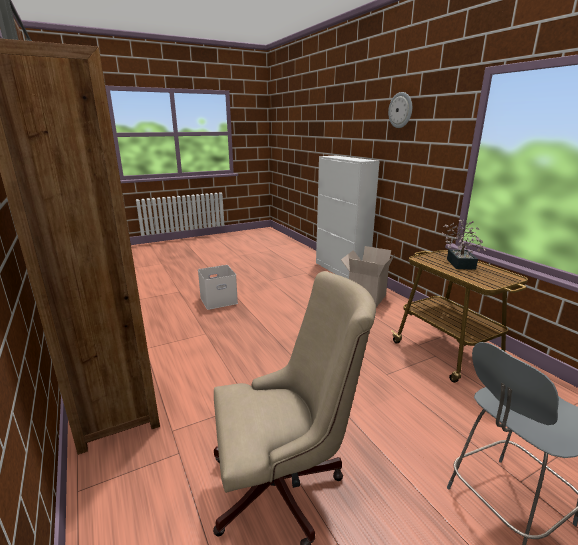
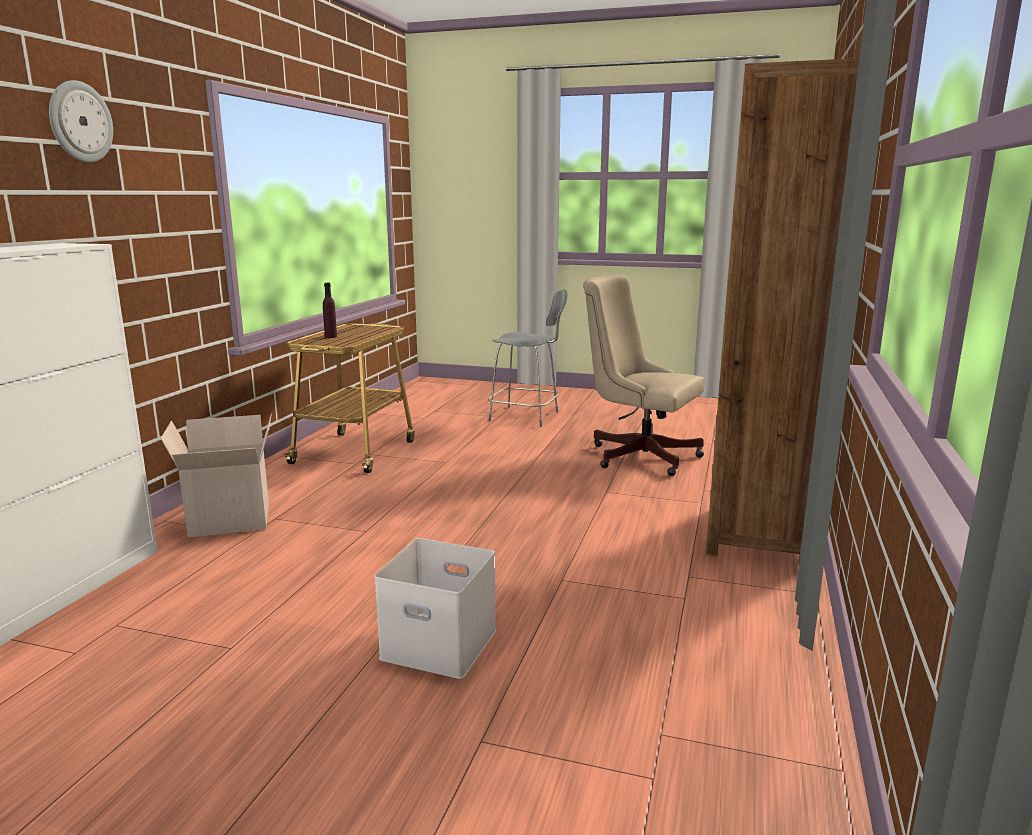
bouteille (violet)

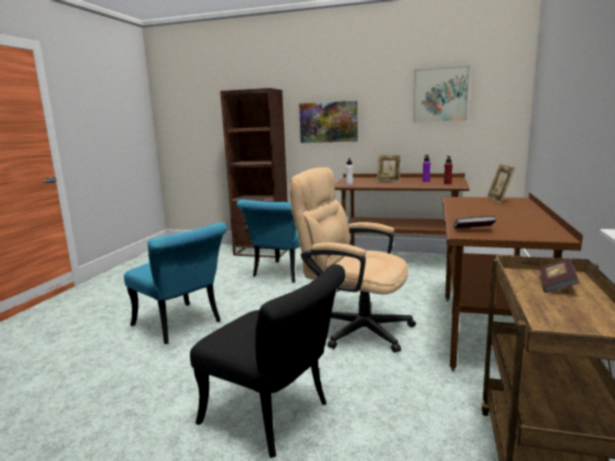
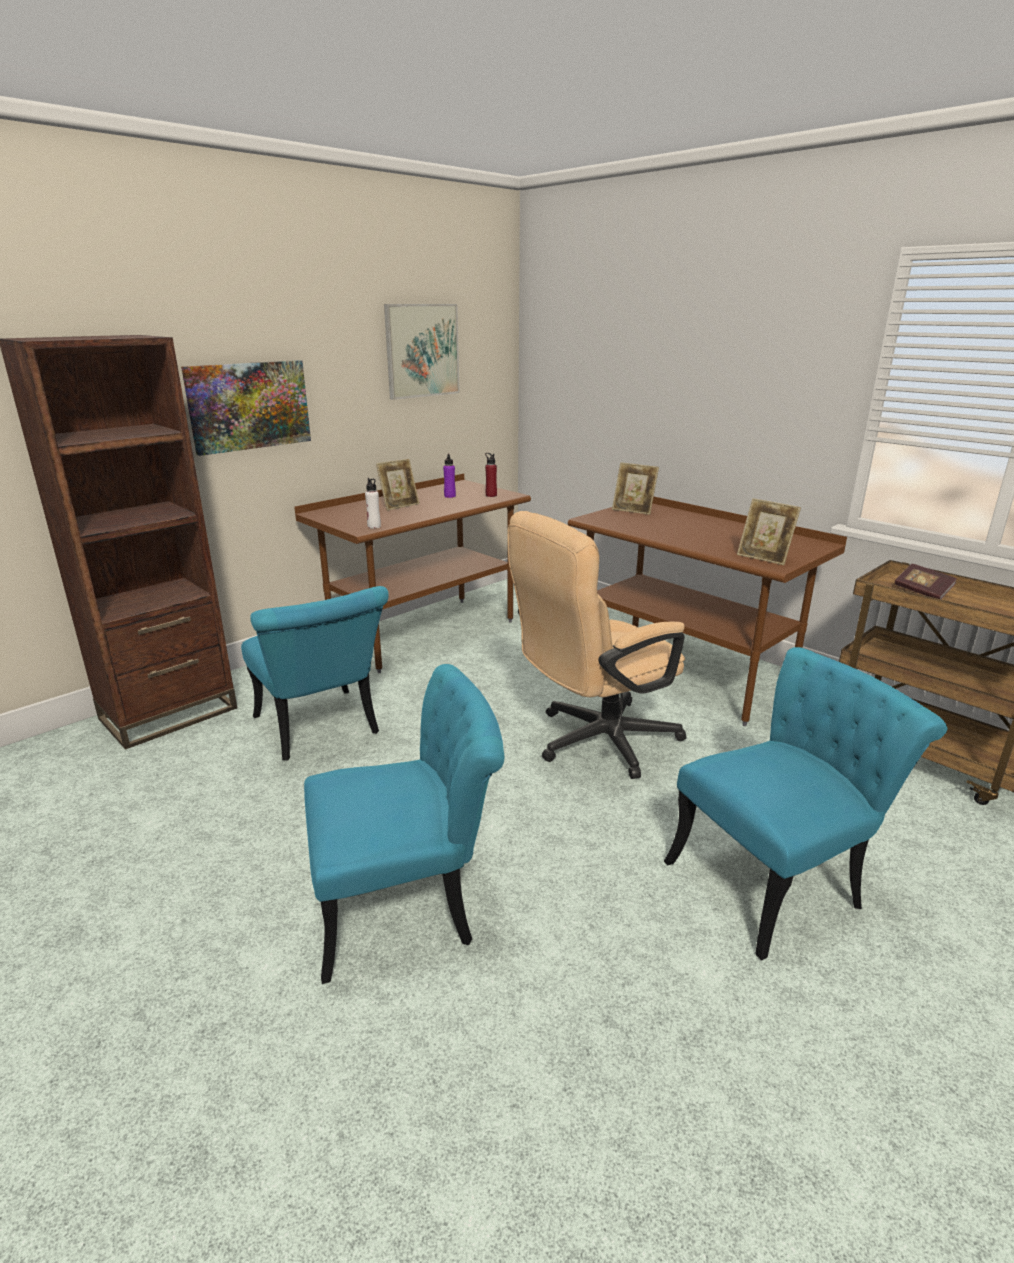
chaise (turquoise) (3rd from left)
cadre photo (3rd from left)

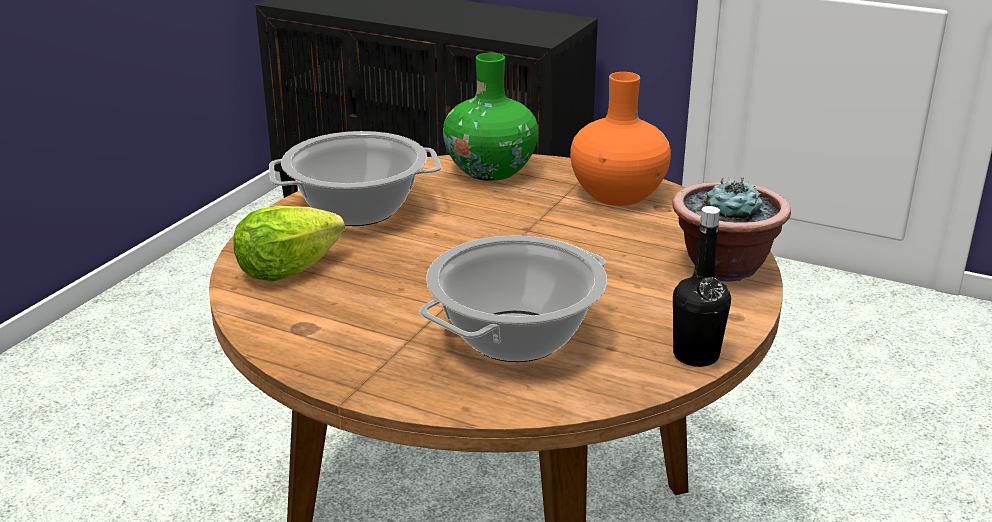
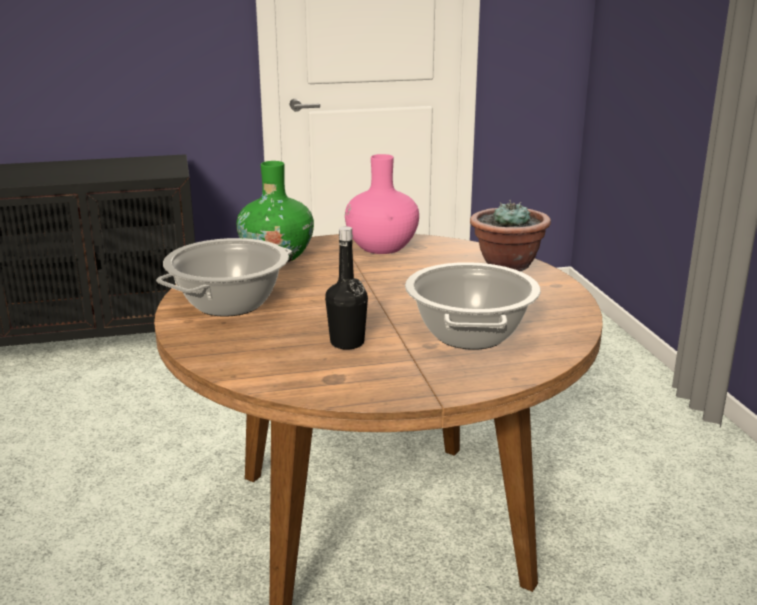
laitue
vase (rose)
bouteille (noir)

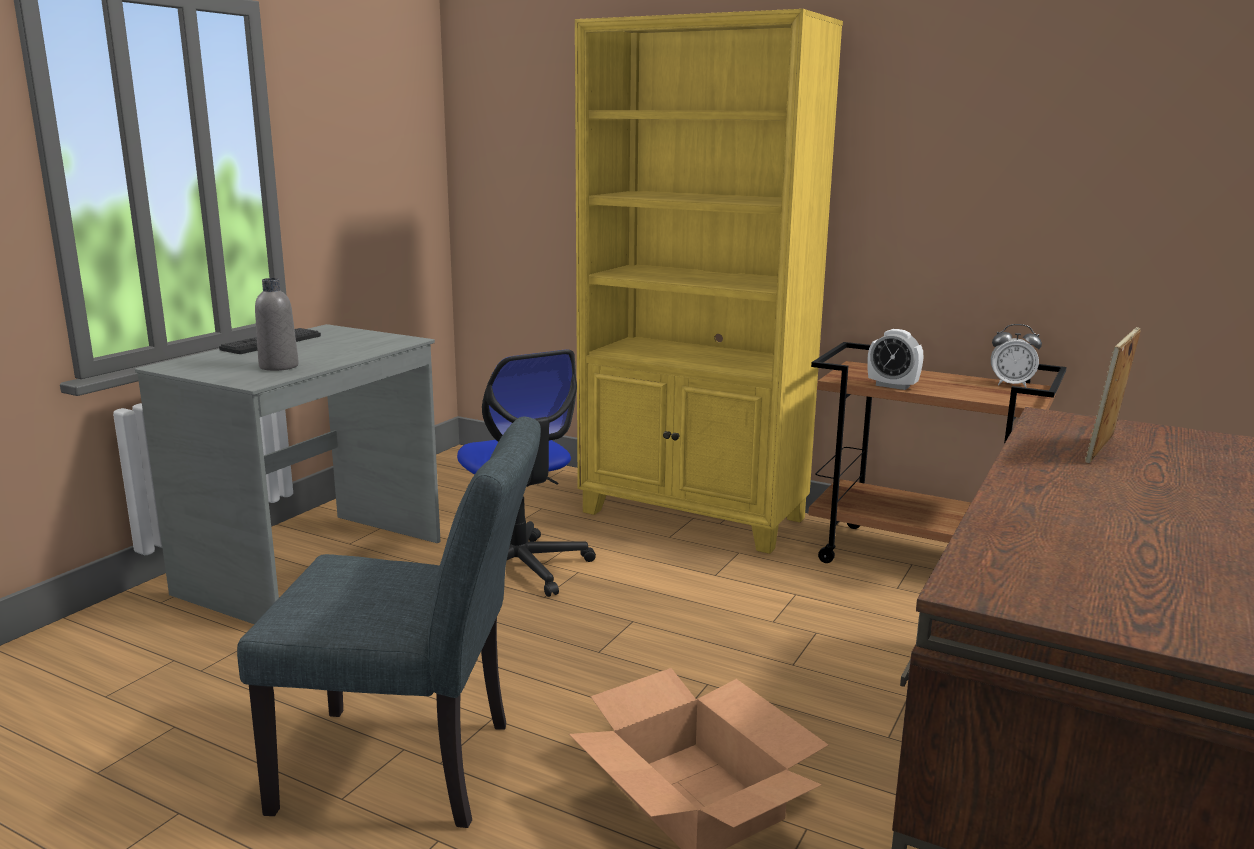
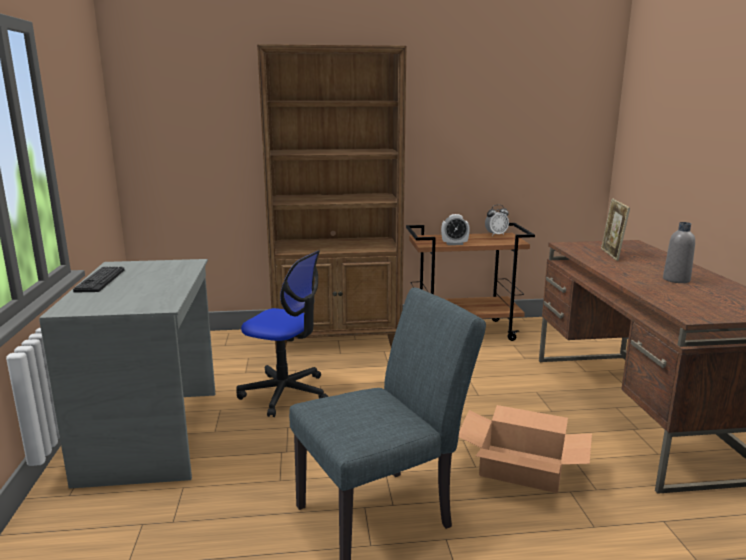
bouteille (gris)
bibliothèque (marron)

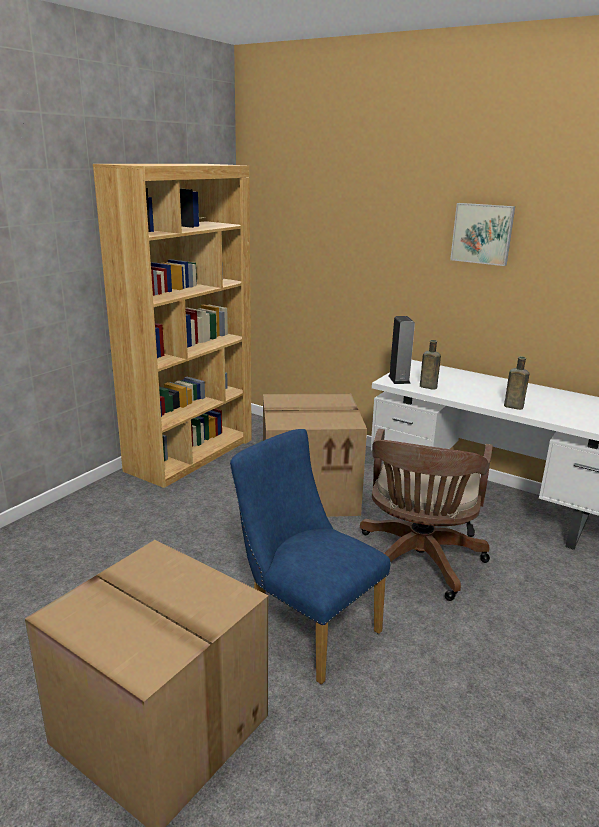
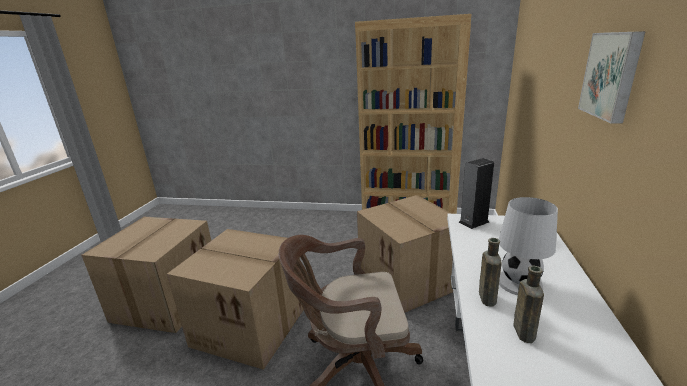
carton (2nd from left)
bouteille (marron) (2nd from left)
lampe de table (blanc)

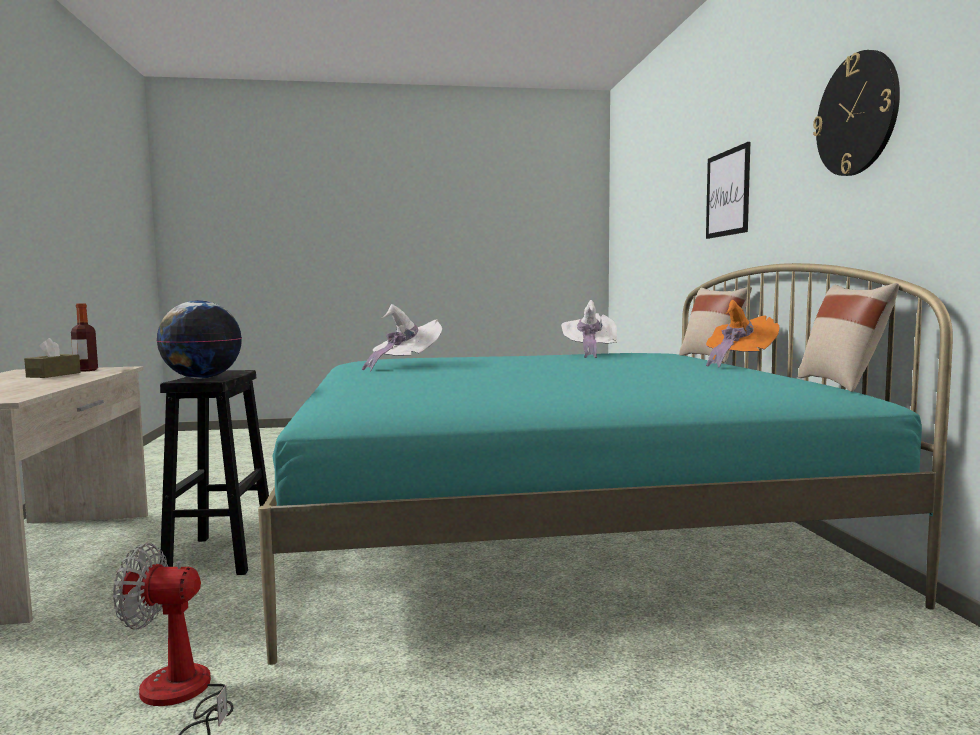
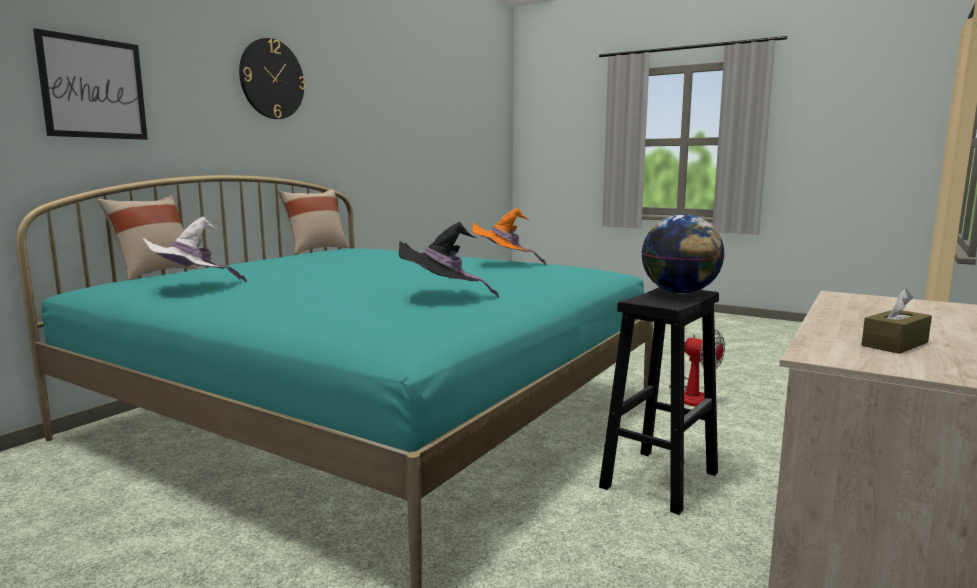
bouteille
chapeau (noir)
chapeau (orange)

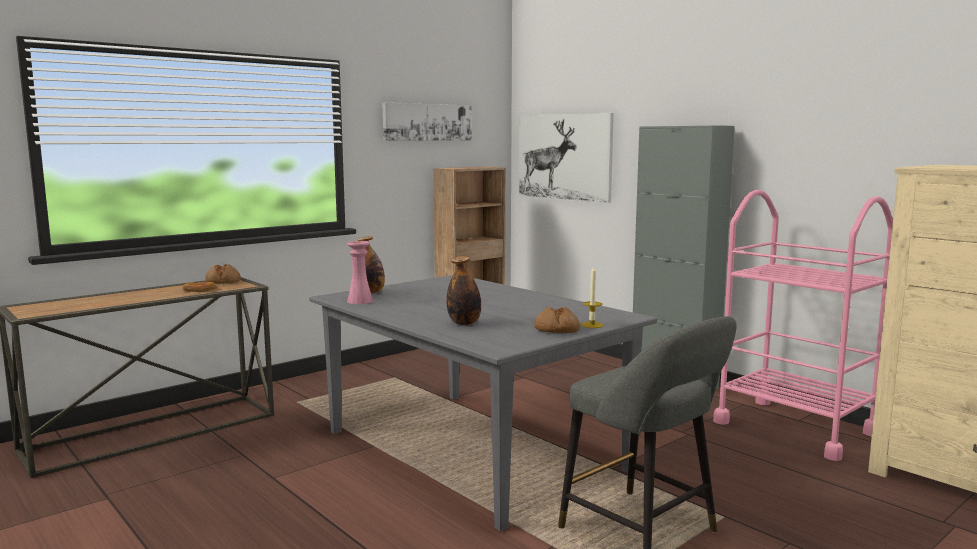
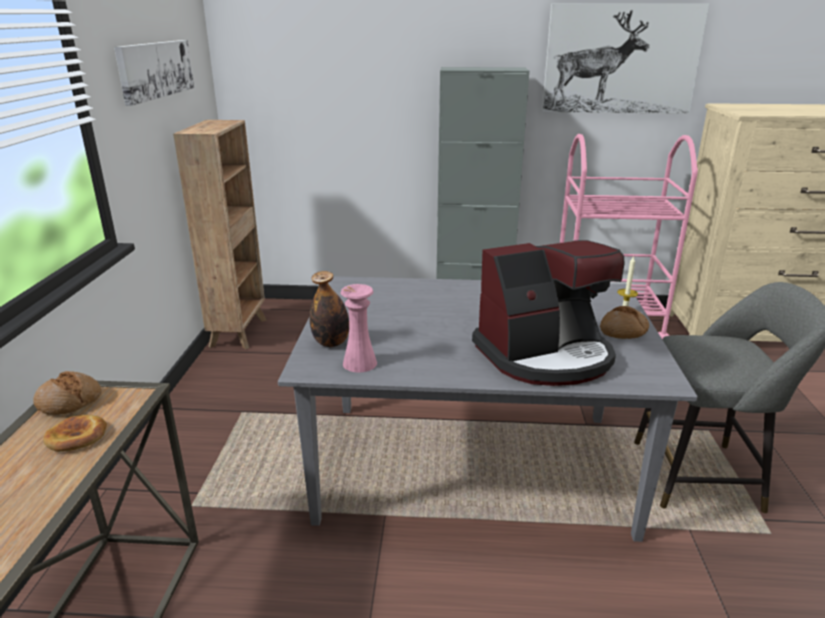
machine à café
tableau (2nd from left)

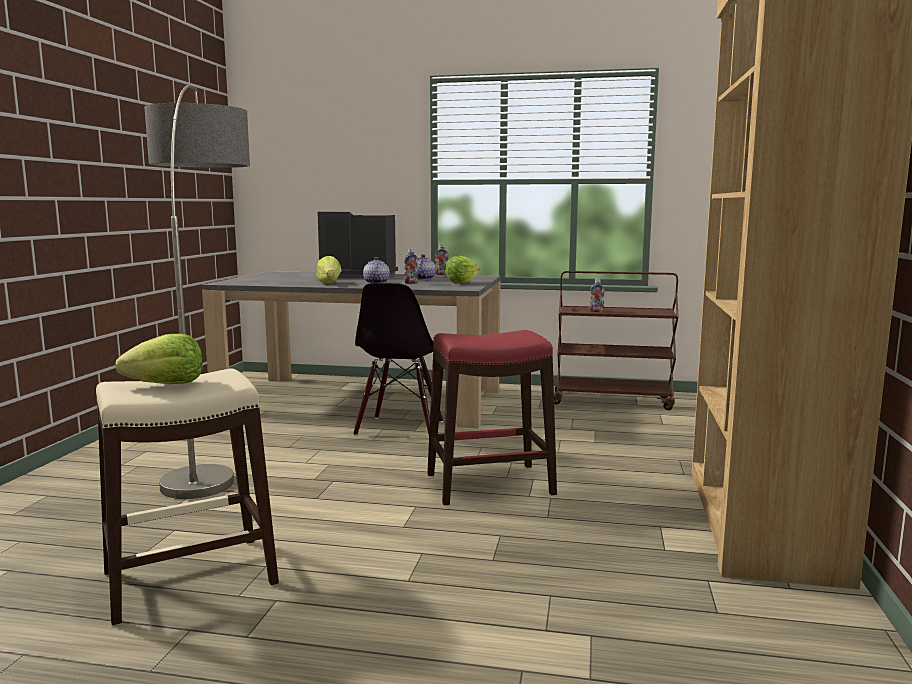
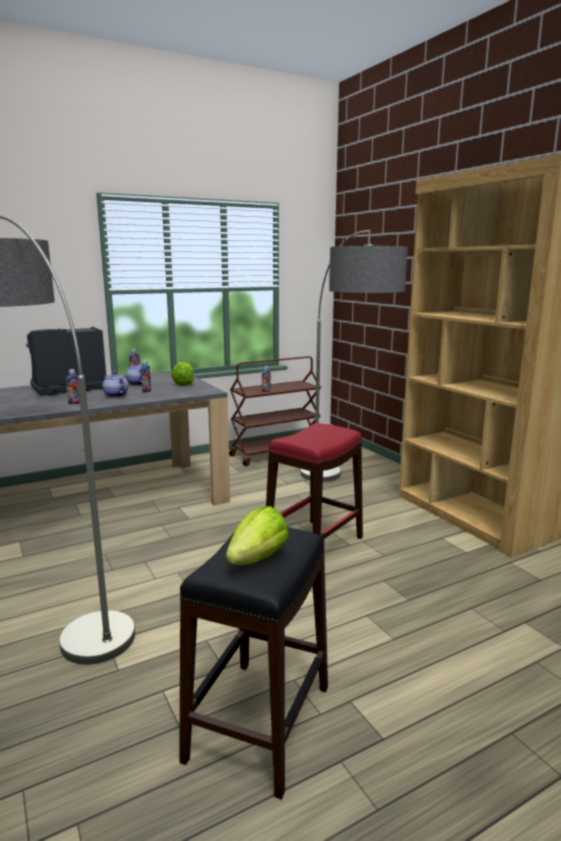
tabouret (noir)
bouteille (1st from left)
chaise (noir)
lampadaire (2nd from left)

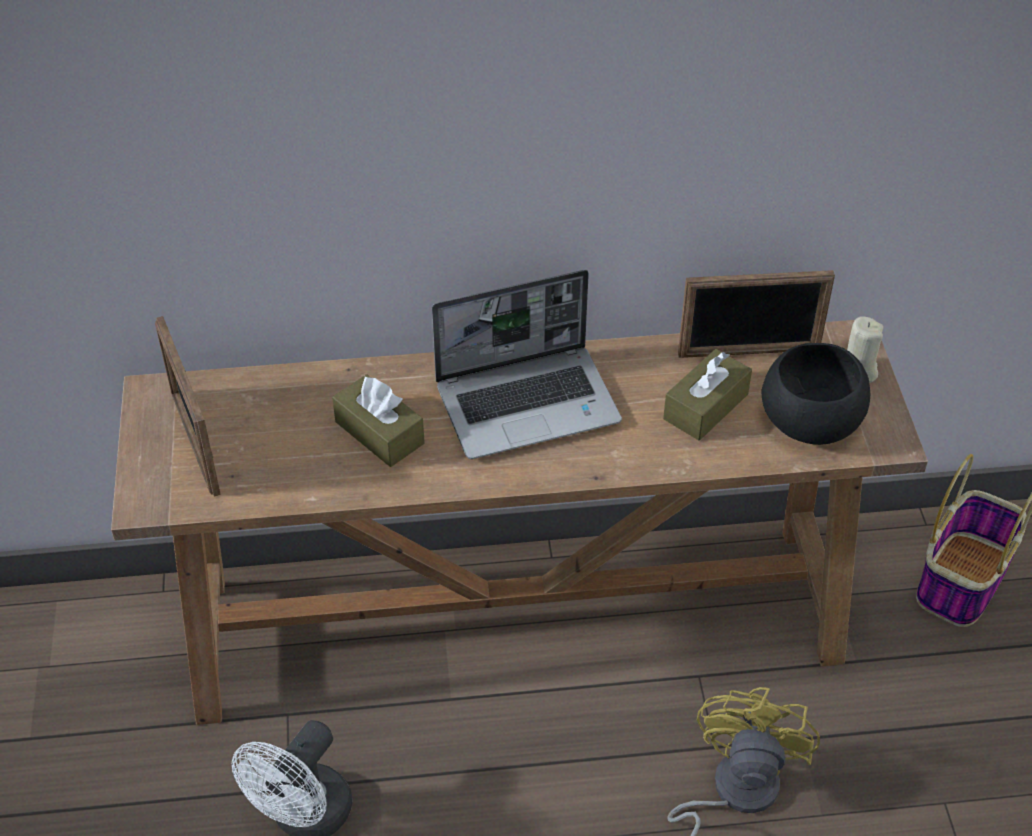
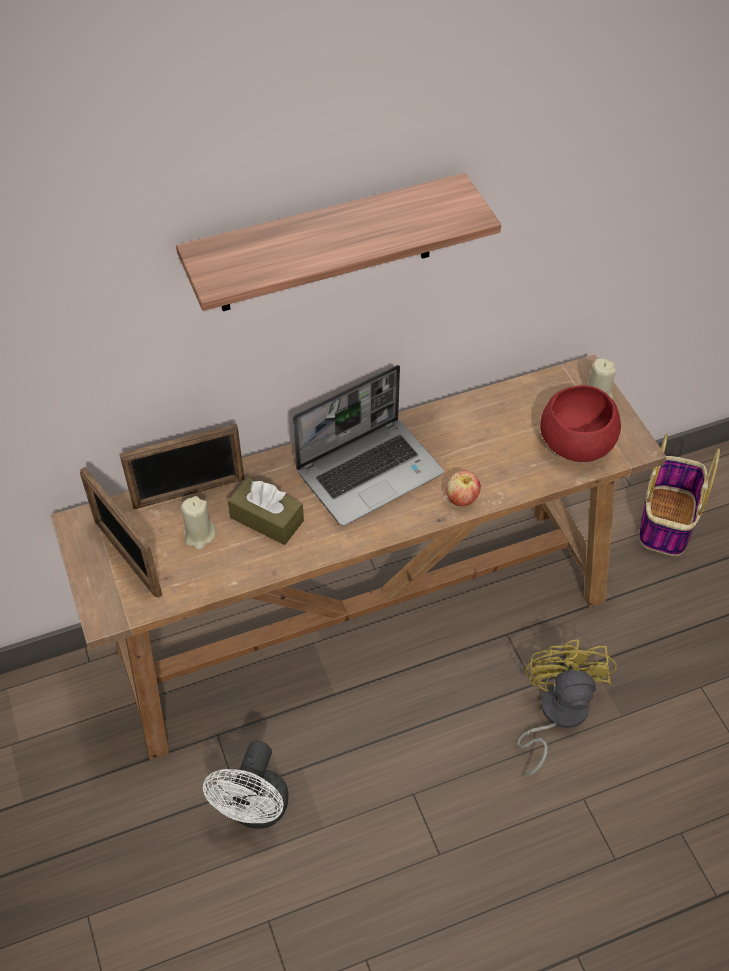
boîte à mouchoirs (marron) (2nd from left in the first image)
cadre photo (2nd from left)
bol (rouge)
étagère
bougie (beige) (1st from left)
pomme

